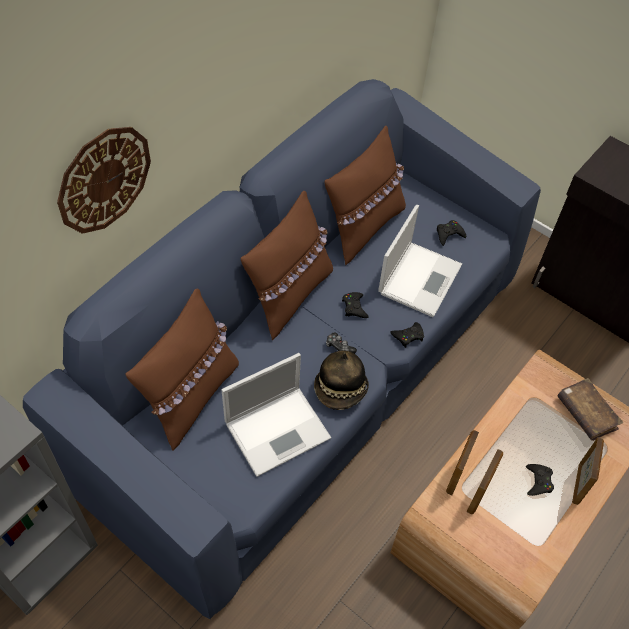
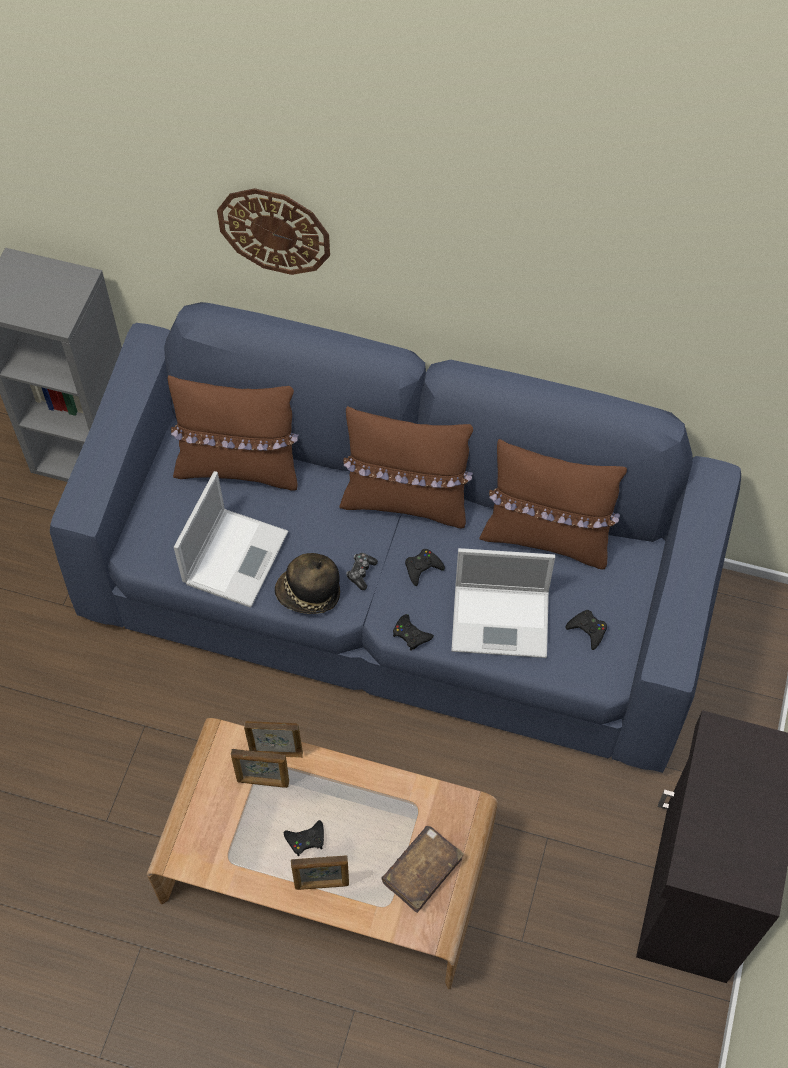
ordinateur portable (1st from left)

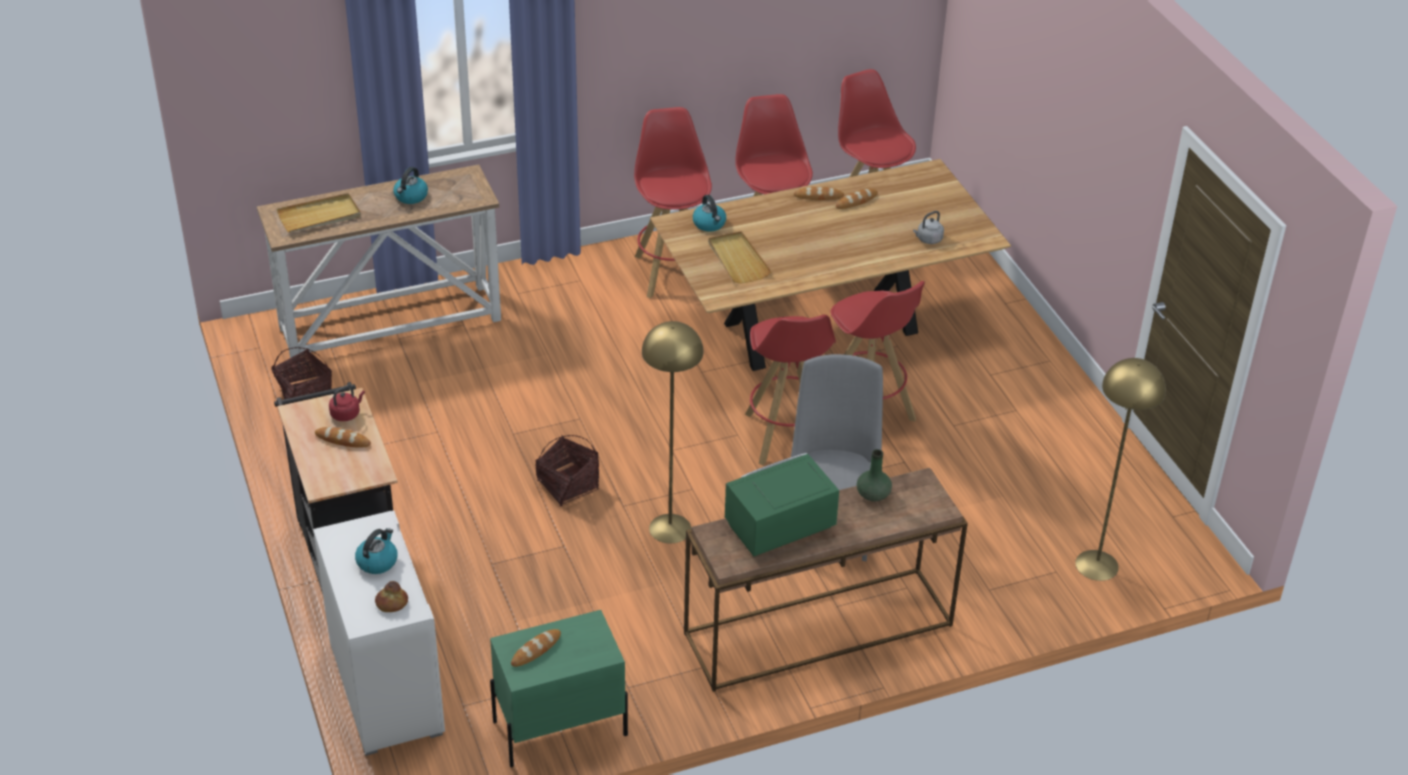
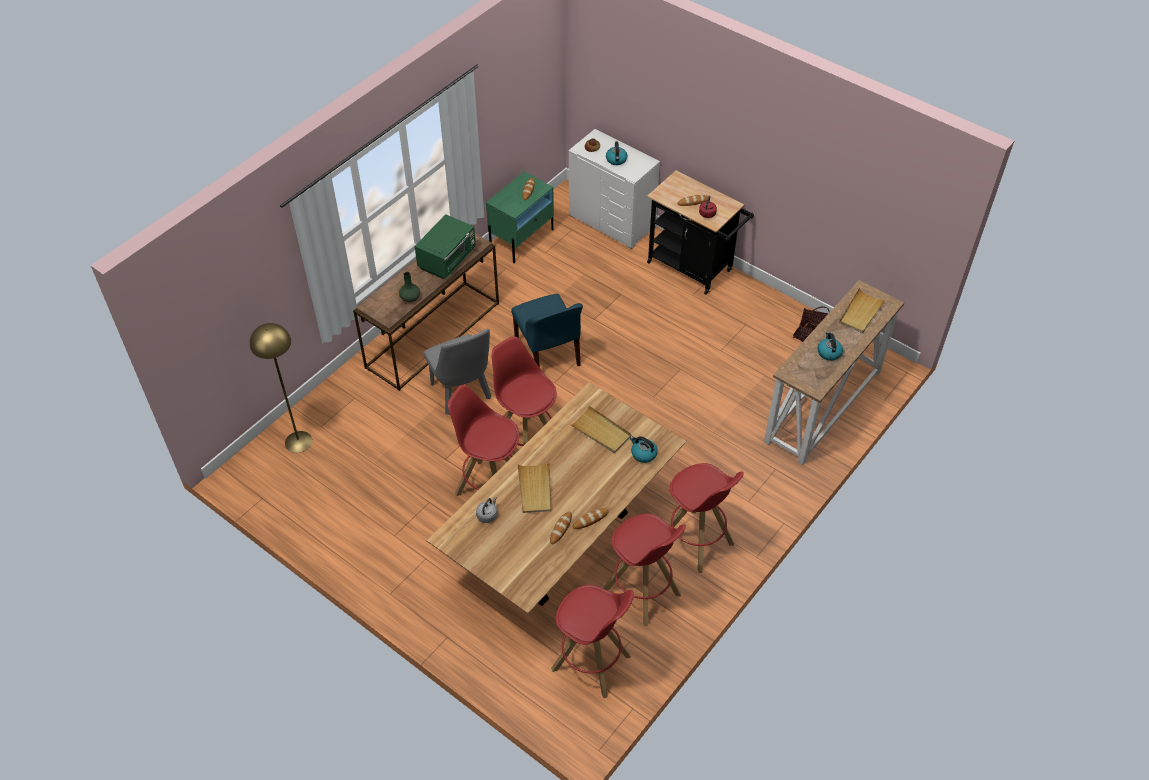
panier (2nd from left in the first image)
chaise (bleu)
plateau (beige) (1st from left)

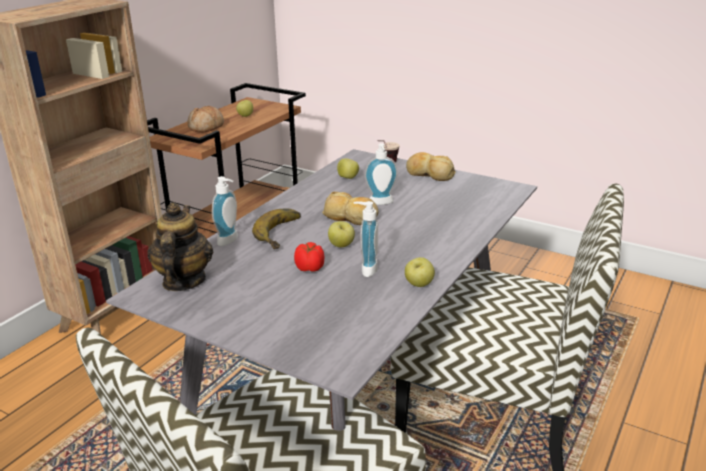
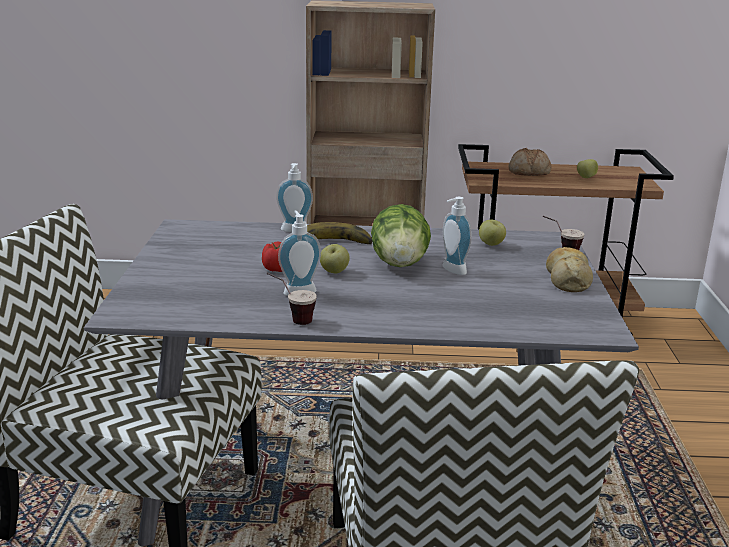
théière
laitue
tasse (1st from left)

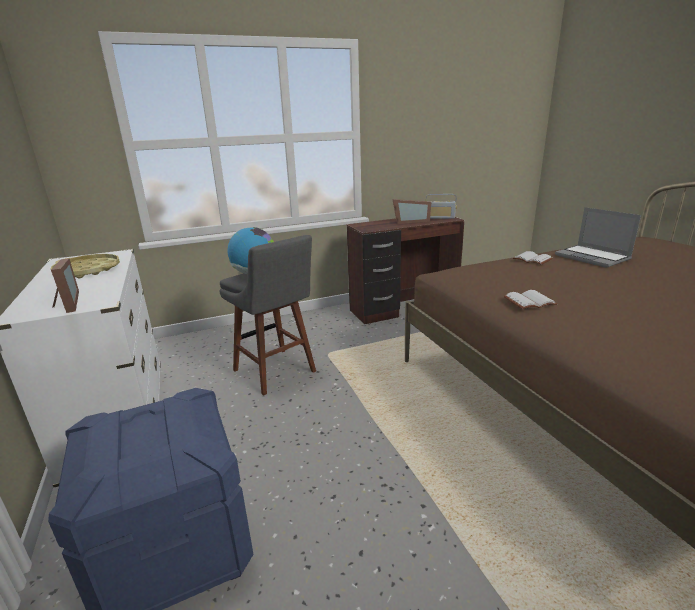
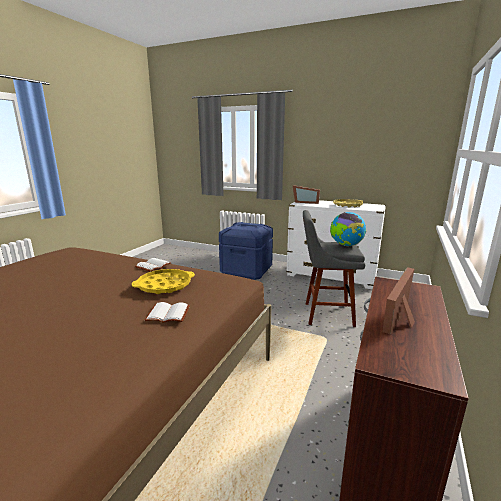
radio
ordinateur portable
plateau (jaune) (1st from left)

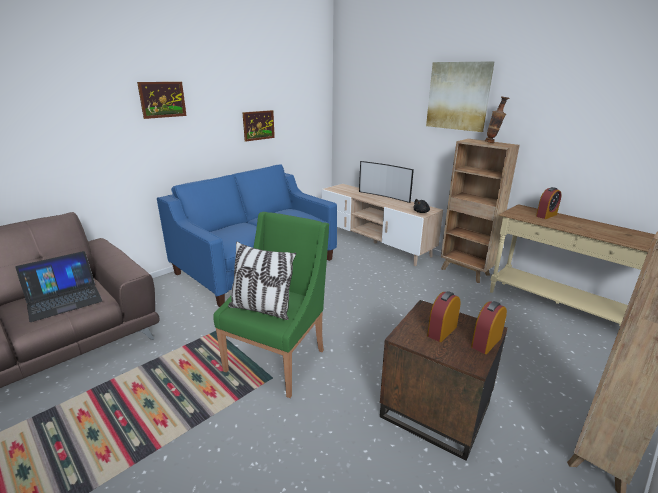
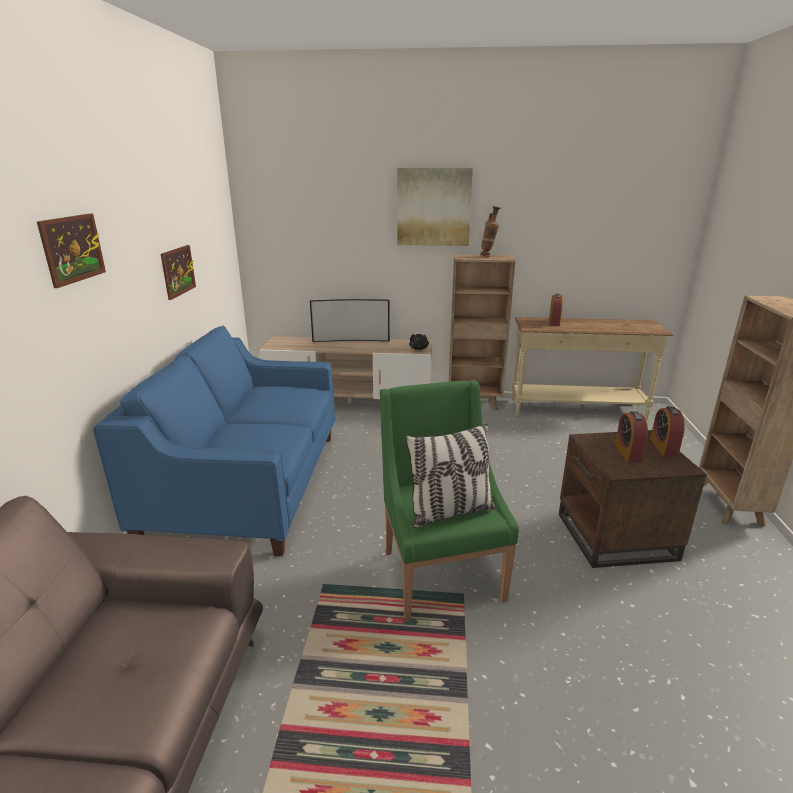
ordinateur portable

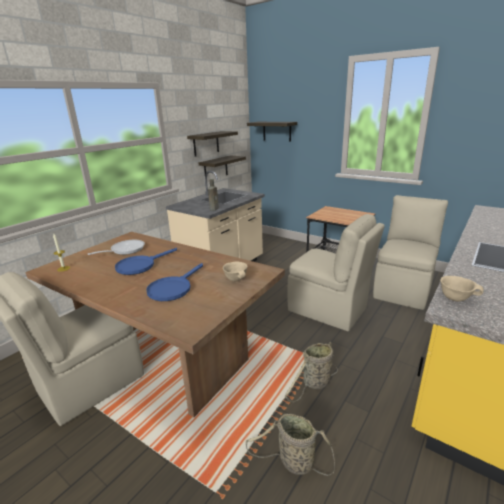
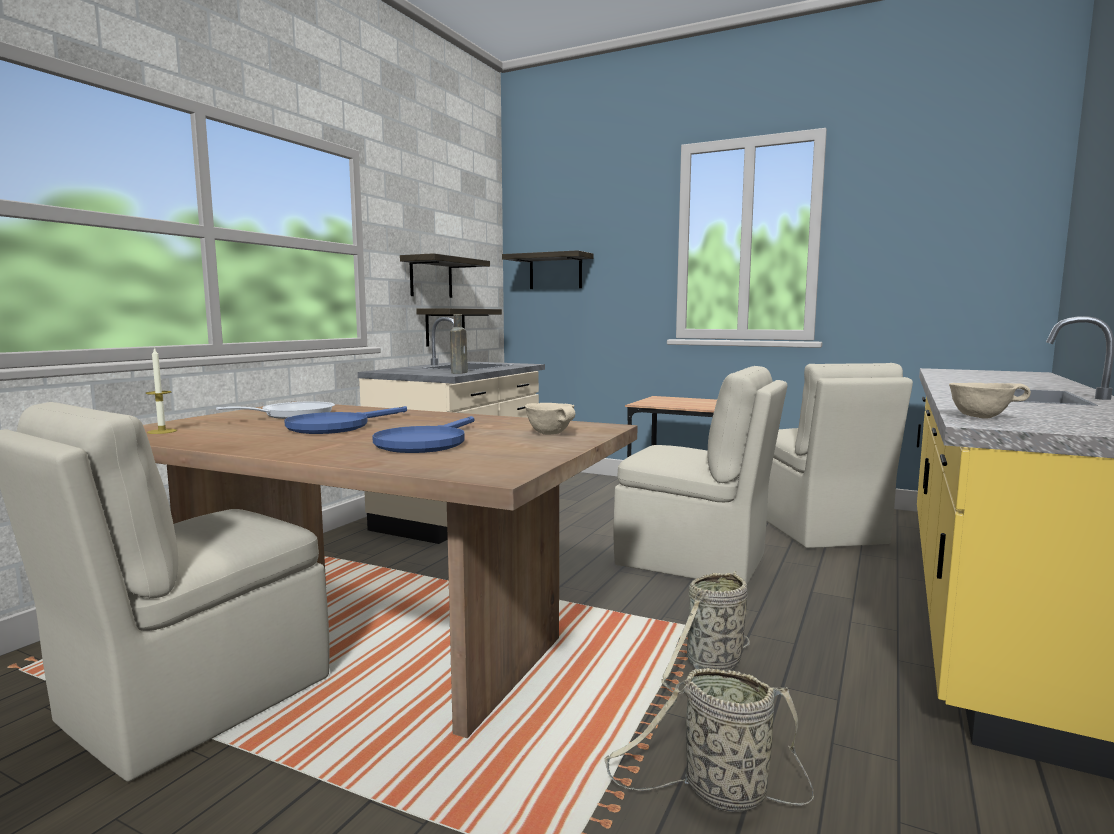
chaise (beige) (3rd from left)

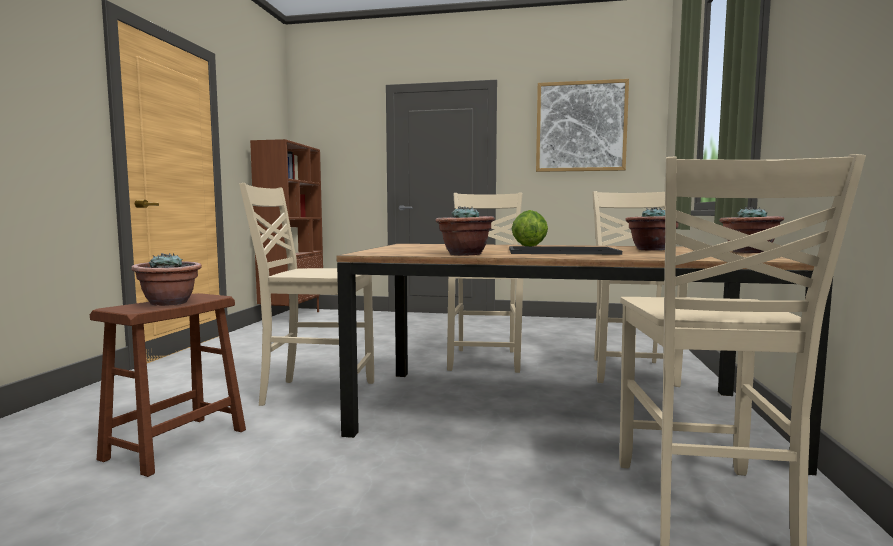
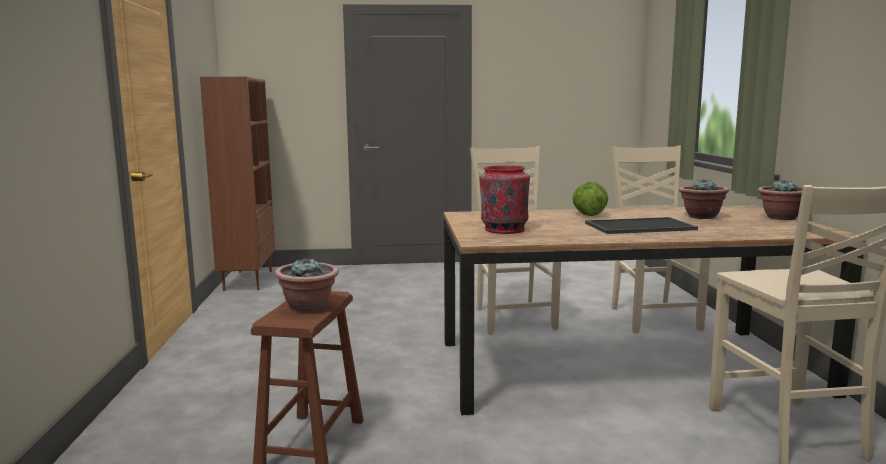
chaise (beige) (1st from left in the first image)
plante en pot (2nd from left in the first image)
tableau
vase (rouge)

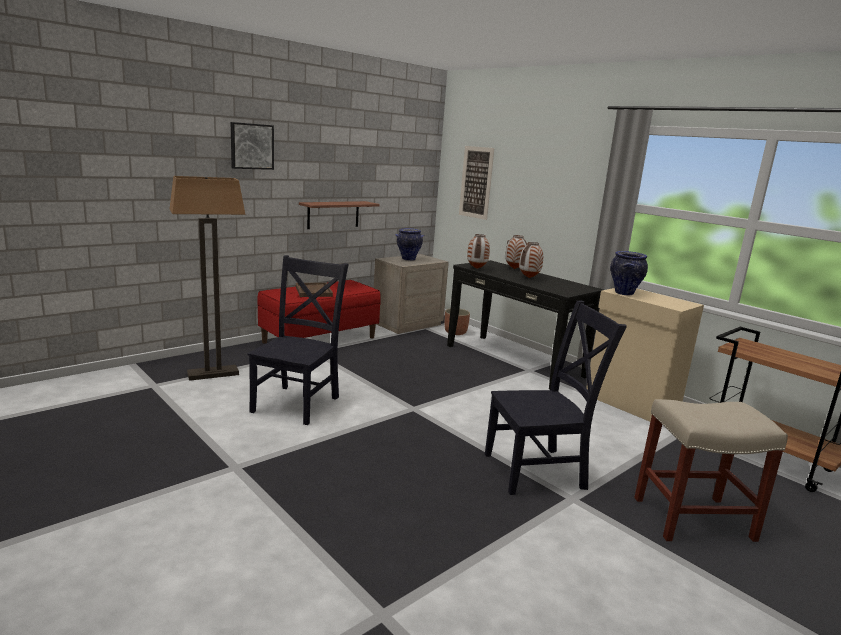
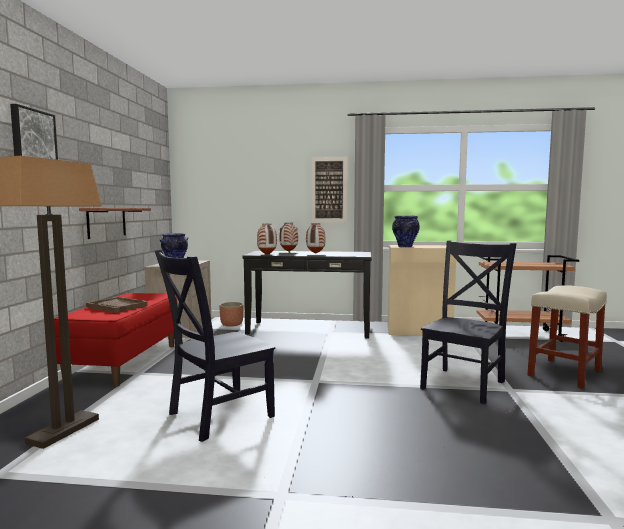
chaise (noir) (1st from left)
tableau (2nd from left)

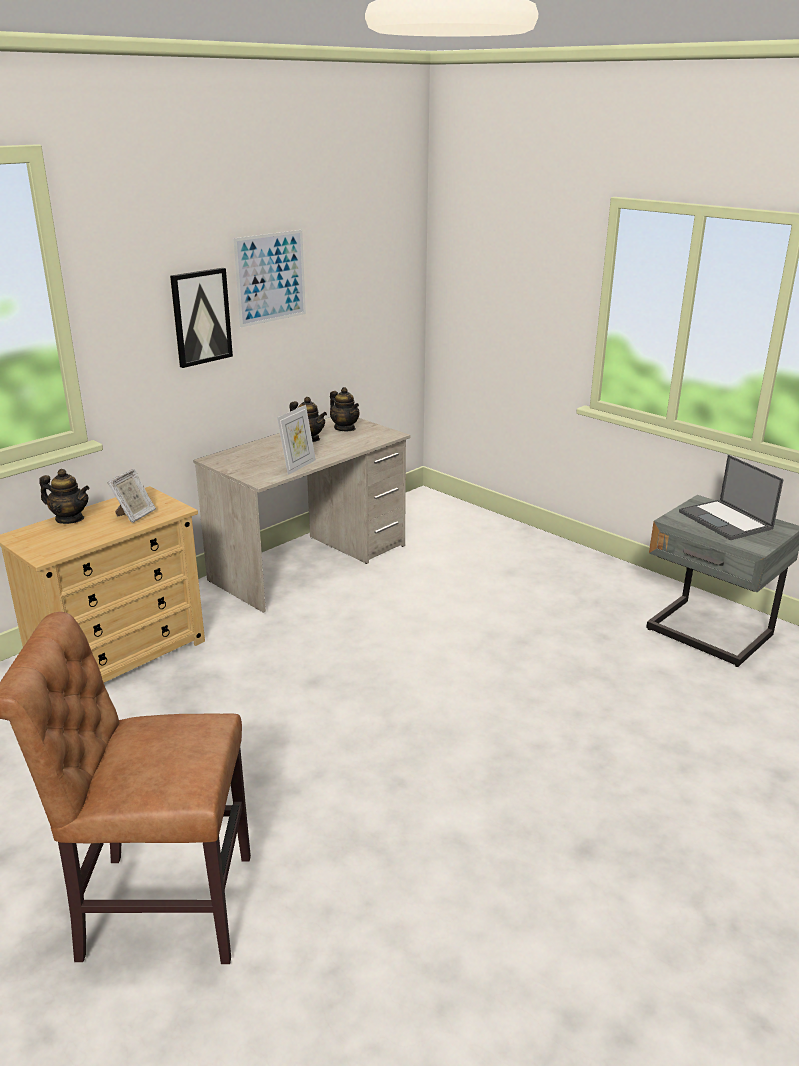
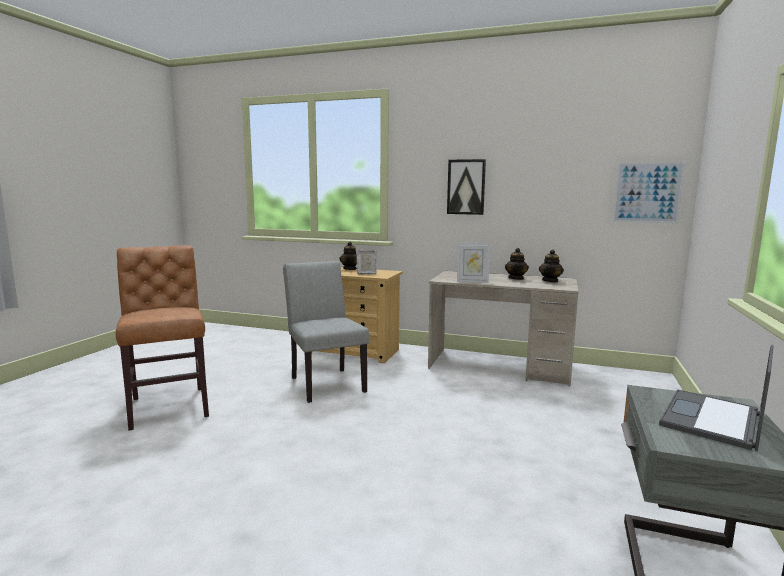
tableau (2nd from left)
chaise (gris)

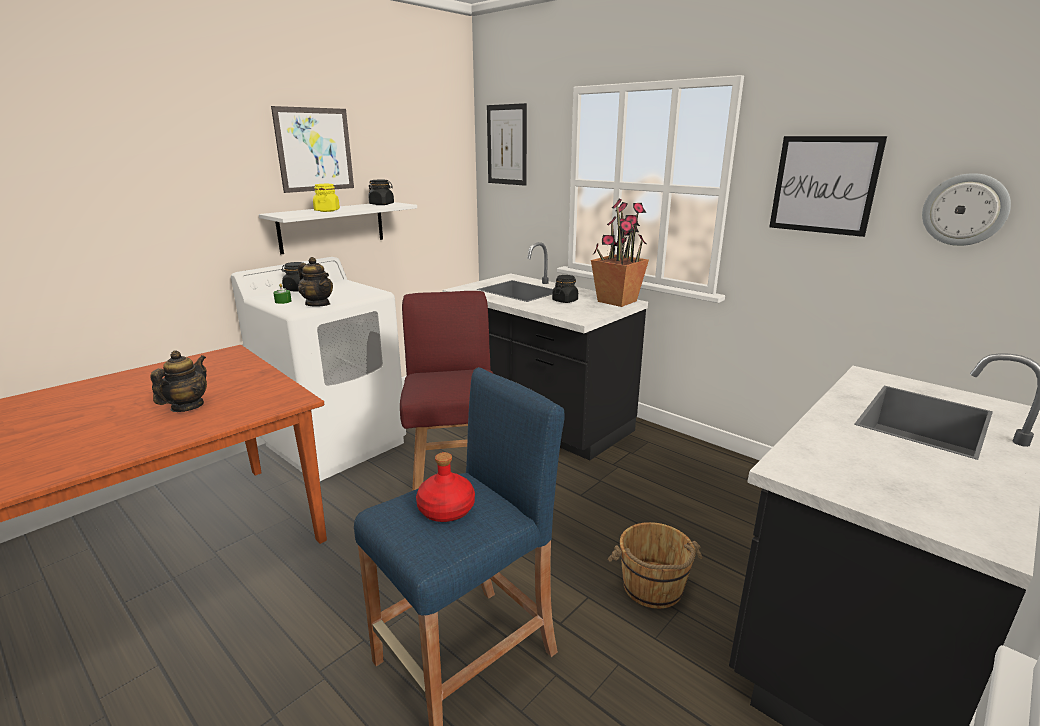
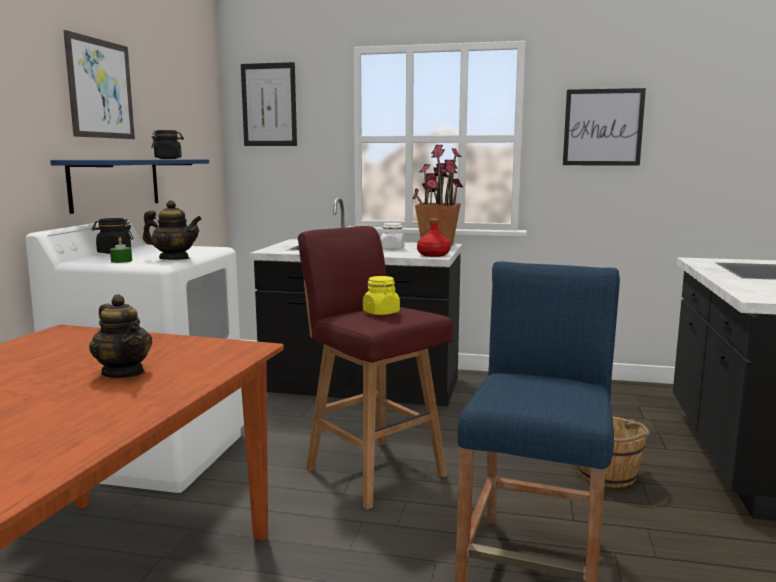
théière (1st from left)
étagère (bleu)
bocal (jaune)
bouteille (rouge)
bocal (blanc)
horloge murale

